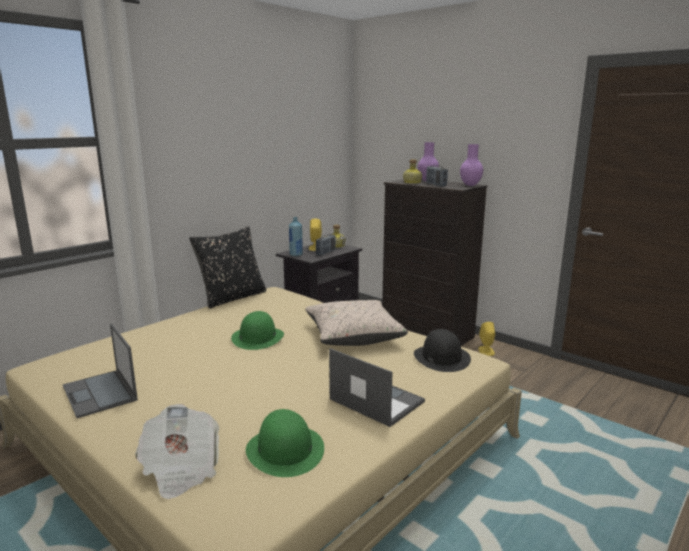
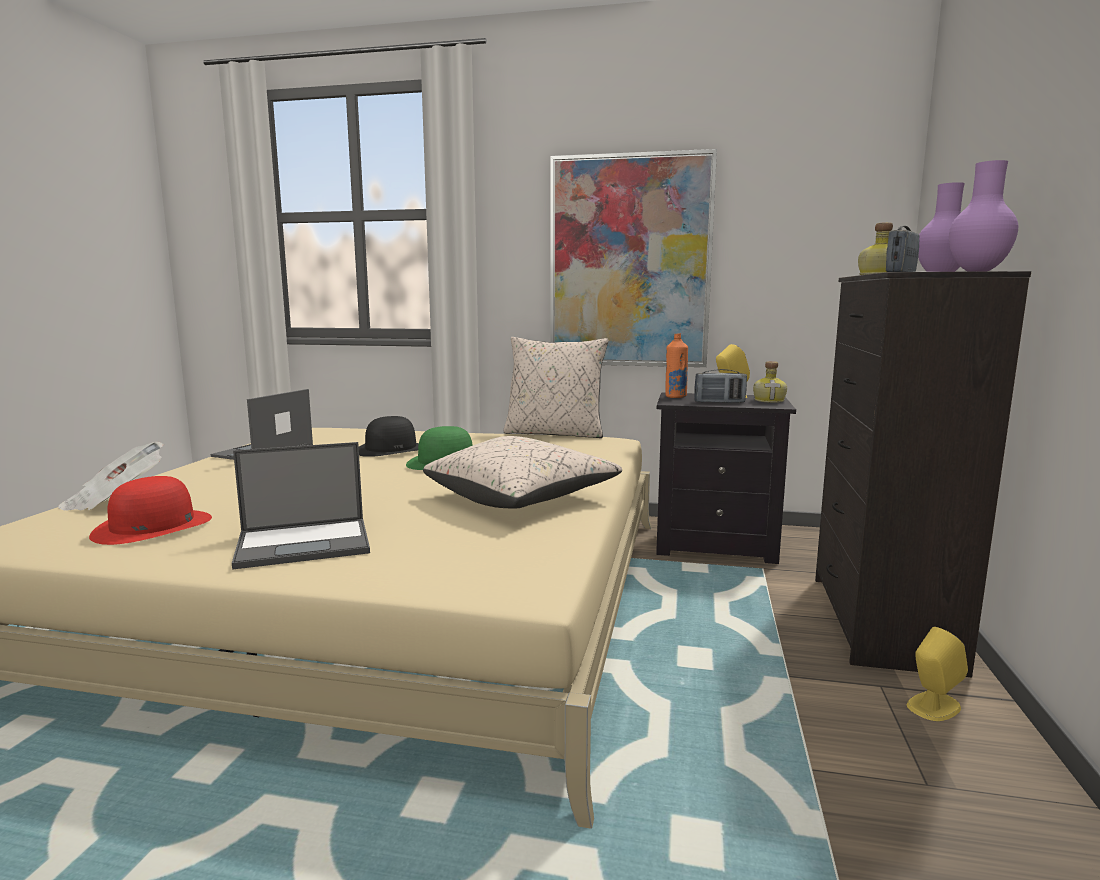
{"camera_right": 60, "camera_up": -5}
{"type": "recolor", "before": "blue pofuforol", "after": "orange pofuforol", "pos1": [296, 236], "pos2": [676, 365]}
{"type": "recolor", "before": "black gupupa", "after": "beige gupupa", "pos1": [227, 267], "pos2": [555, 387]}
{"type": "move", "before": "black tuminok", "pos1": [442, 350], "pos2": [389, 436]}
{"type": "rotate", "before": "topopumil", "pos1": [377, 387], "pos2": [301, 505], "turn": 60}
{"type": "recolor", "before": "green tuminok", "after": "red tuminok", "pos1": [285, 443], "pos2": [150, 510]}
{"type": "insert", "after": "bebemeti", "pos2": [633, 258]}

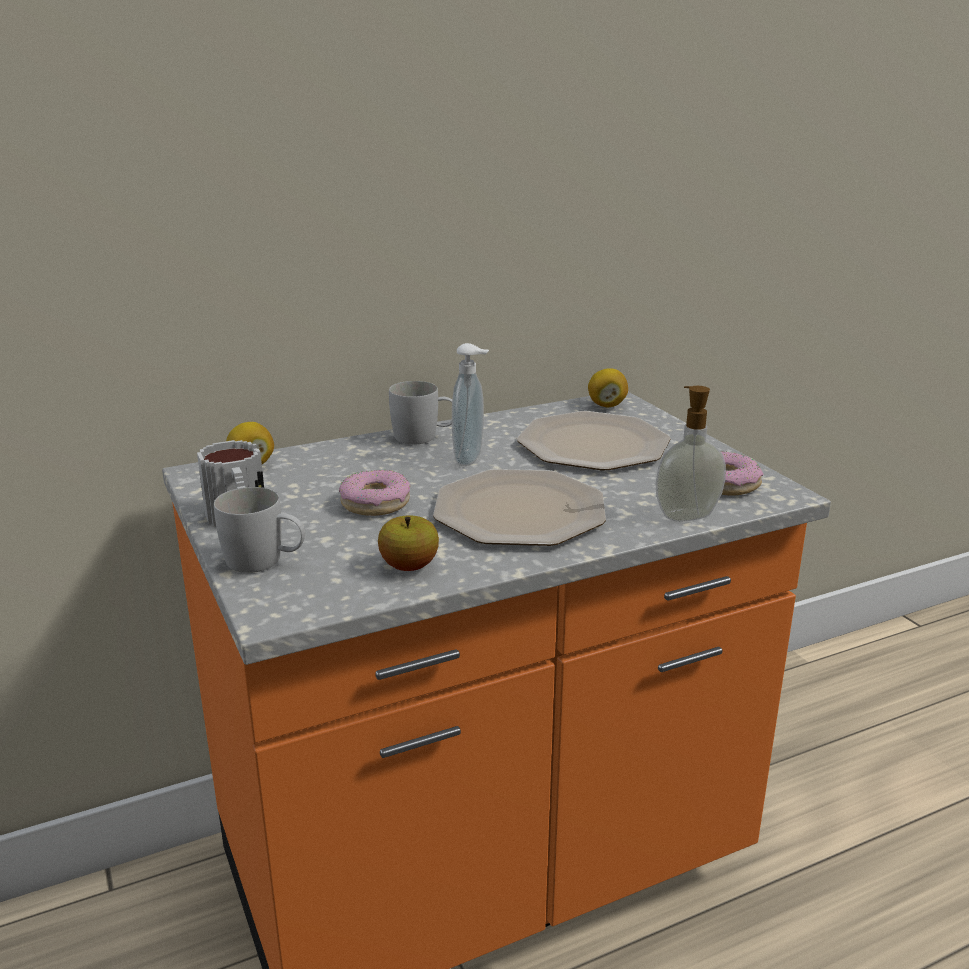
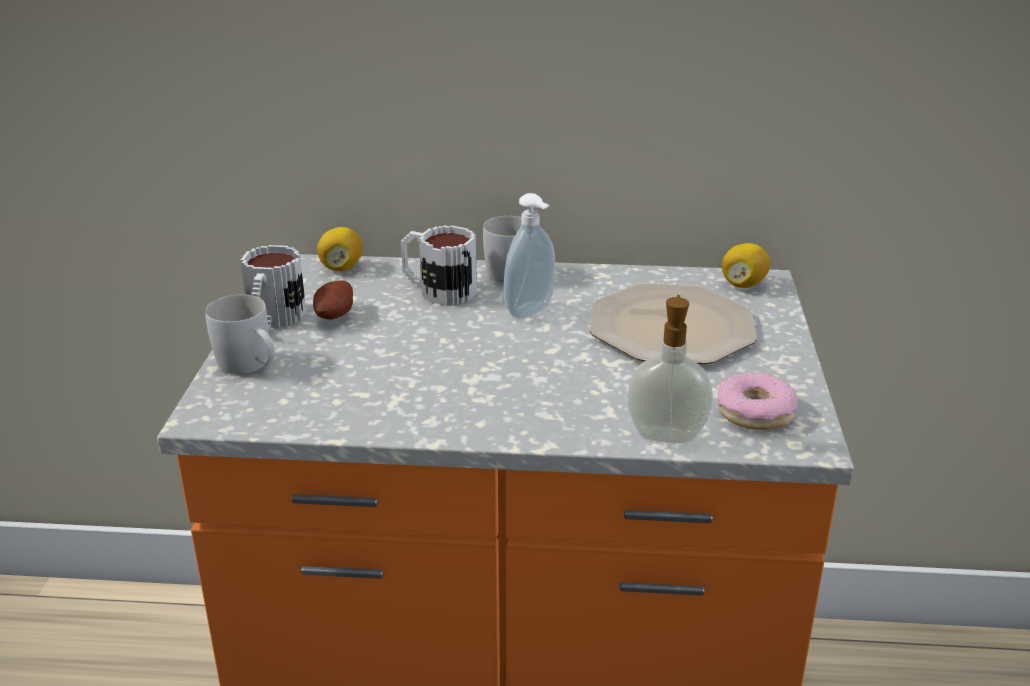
{"camera_right": 30, "camera_up": 5}
{"type": "delete", "before": "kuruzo", "pos1": [519, 507]}
{"type": "delete", "before": "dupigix", "pos1": [374, 493]}
{"type": "delete", "before": "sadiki", "pos1": [408, 543]}
{"type": "insert", "after": "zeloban", "pos2": [439, 265]}
{"type": "insert", "after": "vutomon", "pos2": [333, 299]}

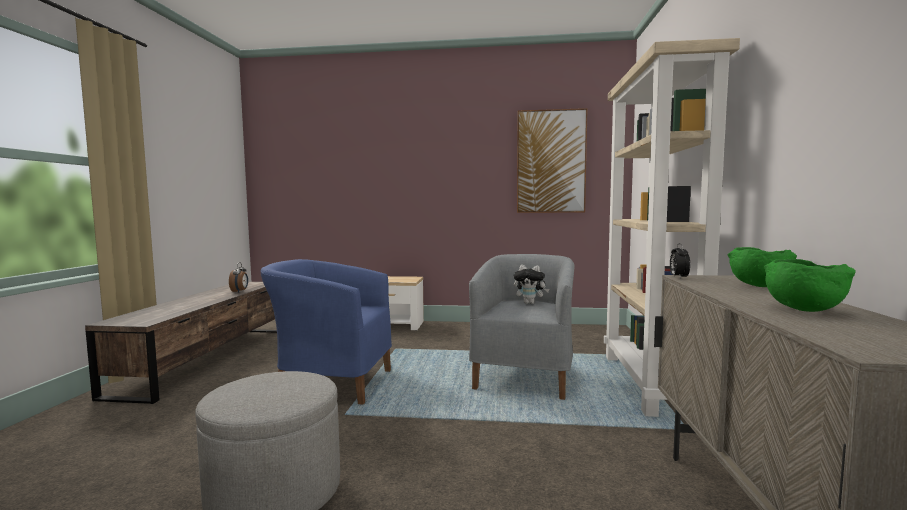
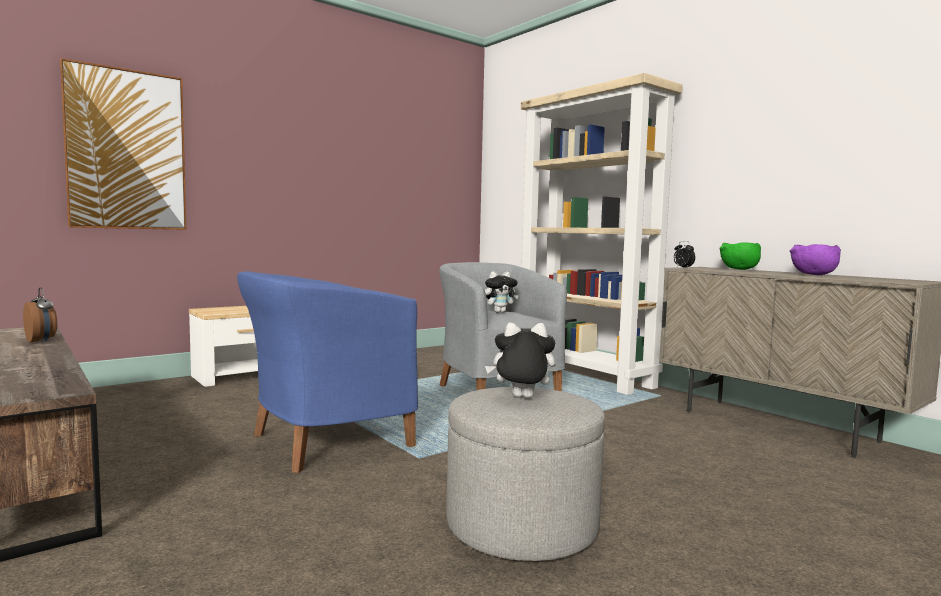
{"camera_right": -45, "camera_up": 0}
{"type": "move", "before": "bebemeti", "pos1": [552, 160], "pos2": [123, 144]}
{"type": "recolor", "before": "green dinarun", "after": "purple dinarun", "pos1": [810, 285], "pos2": [815, 259]}
{"type": "insert", "after": "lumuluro", "pos2": [520, 360]}

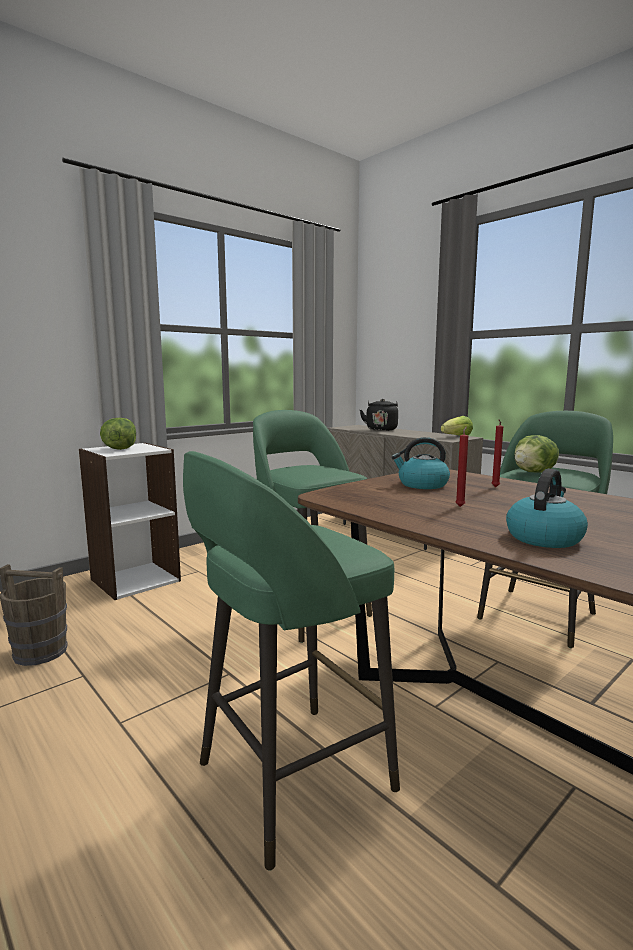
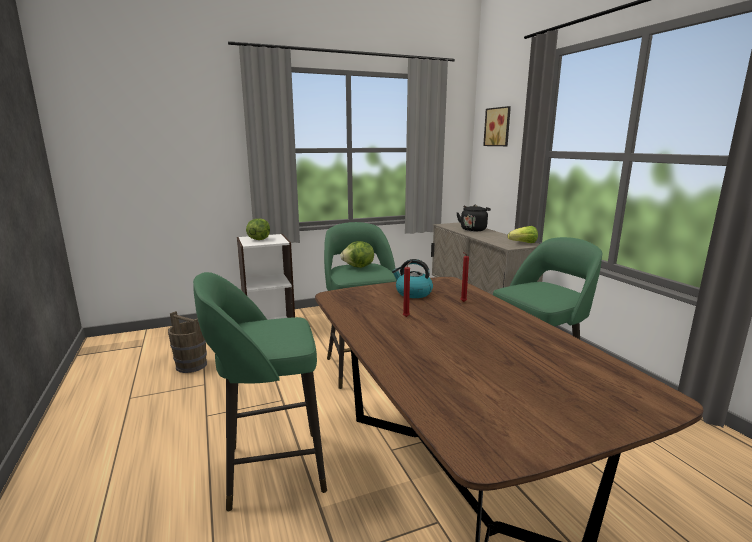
{"camera_right": 20, "camera_up": 5}
{"type": "move", "before": "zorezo", "pos1": [536, 454], "pos2": [357, 254]}
{"type": "delete", "before": "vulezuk", "pos1": [547, 508]}
{"type": "insert", "after": "bebemeti", "pos2": [497, 126]}

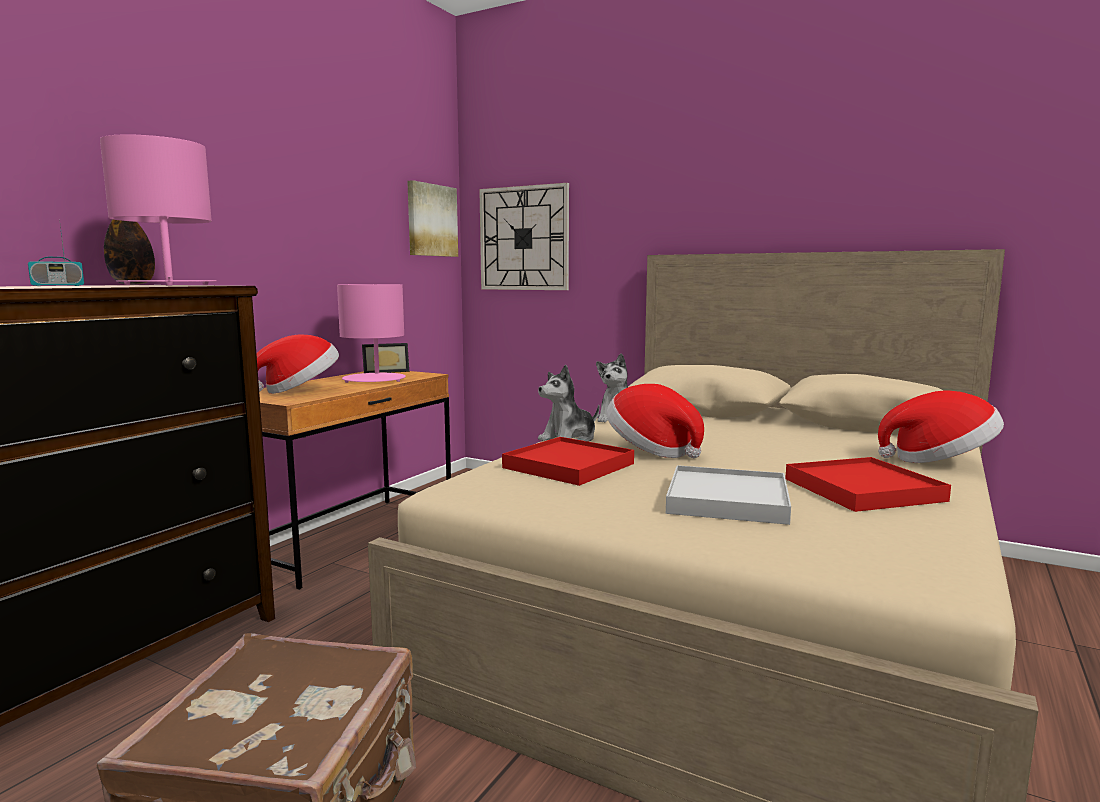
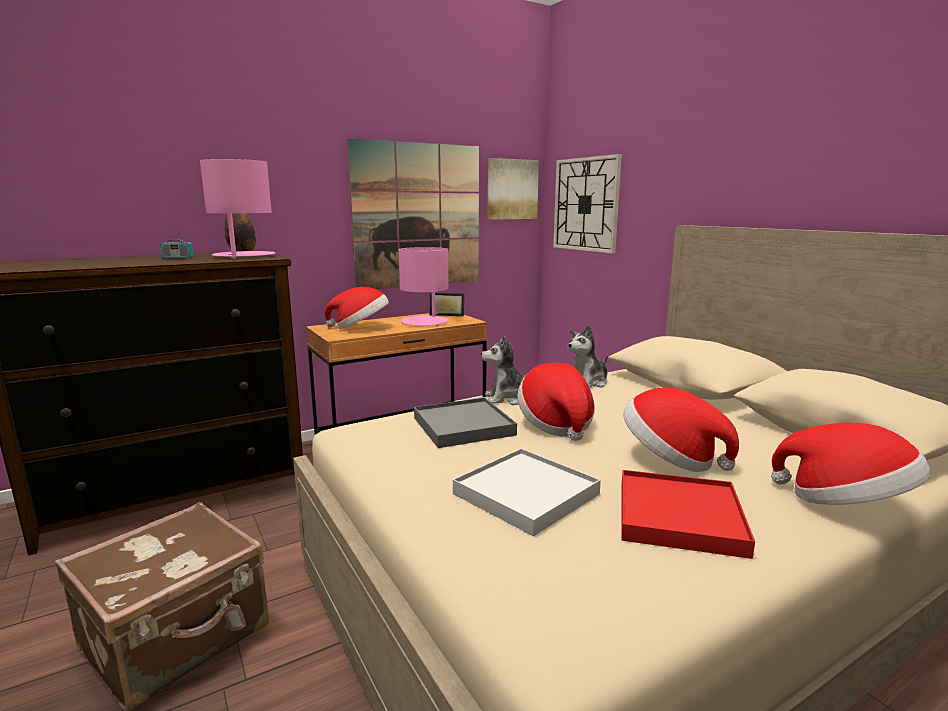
{"camera_right": 30, "camera_up": 5}
{"type": "recolor", "before": "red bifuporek", "after": "grey bifuporek", "pos1": [568, 461], "pos2": [465, 423]}
{"type": "insert", "after": "bebemeti", "pos2": [413, 213]}
{"type": "insert", "after": "tuminok", "pos2": [681, 429]}

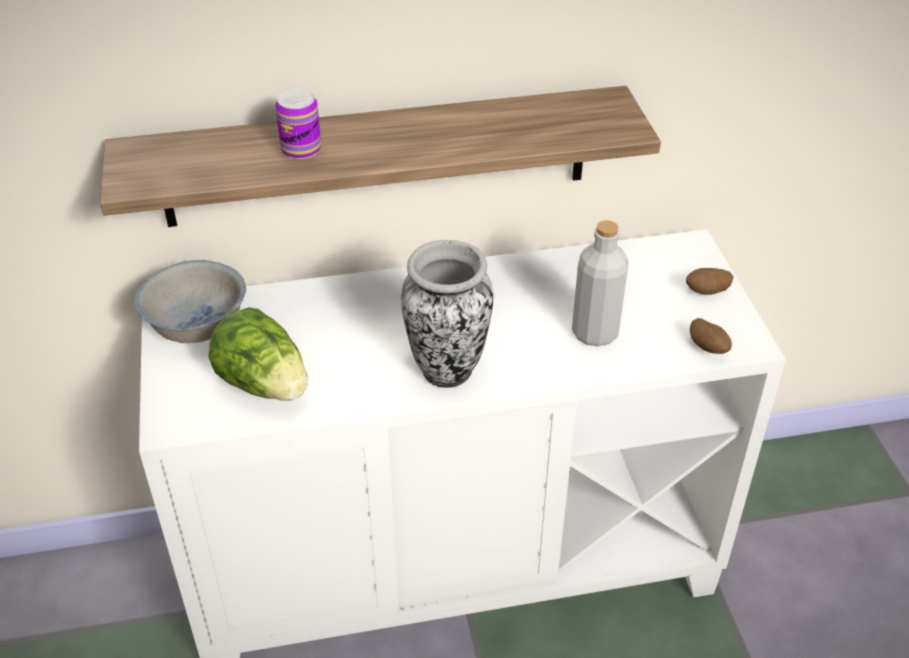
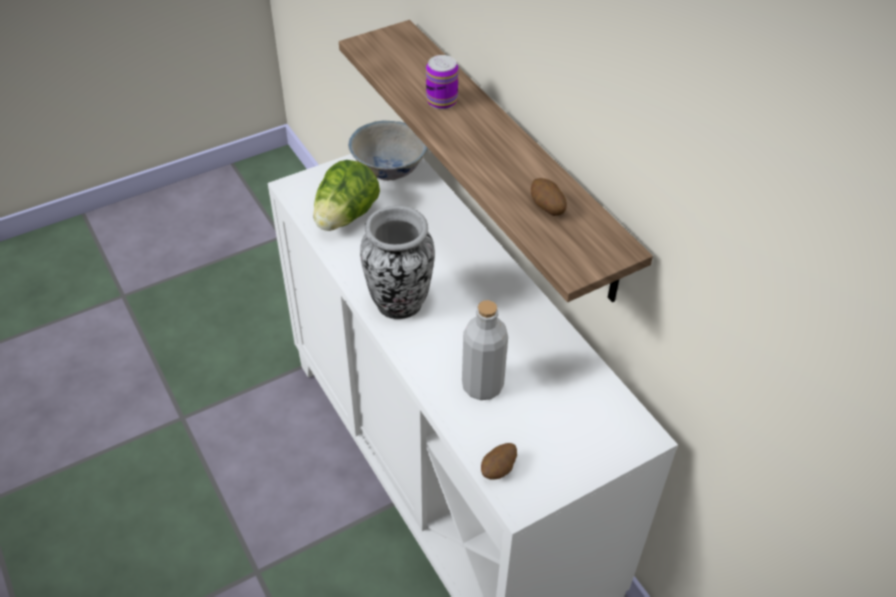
{"camera_right": 70, "camera_up": 5}
{"type": "move", "before": "vutomon", "pos1": [709, 281], "pos2": [549, 197]}

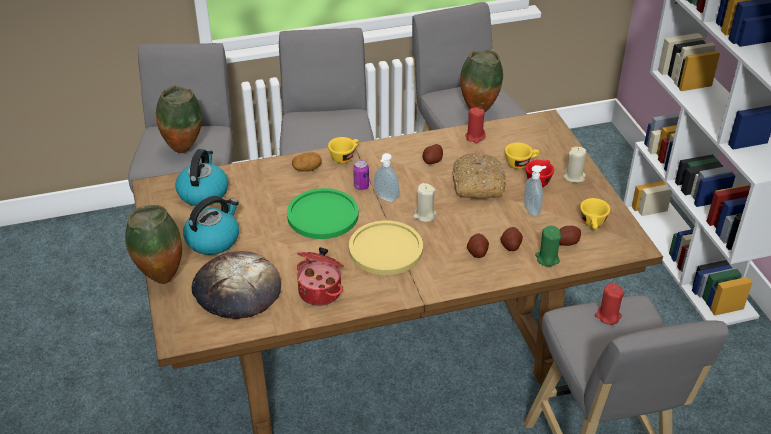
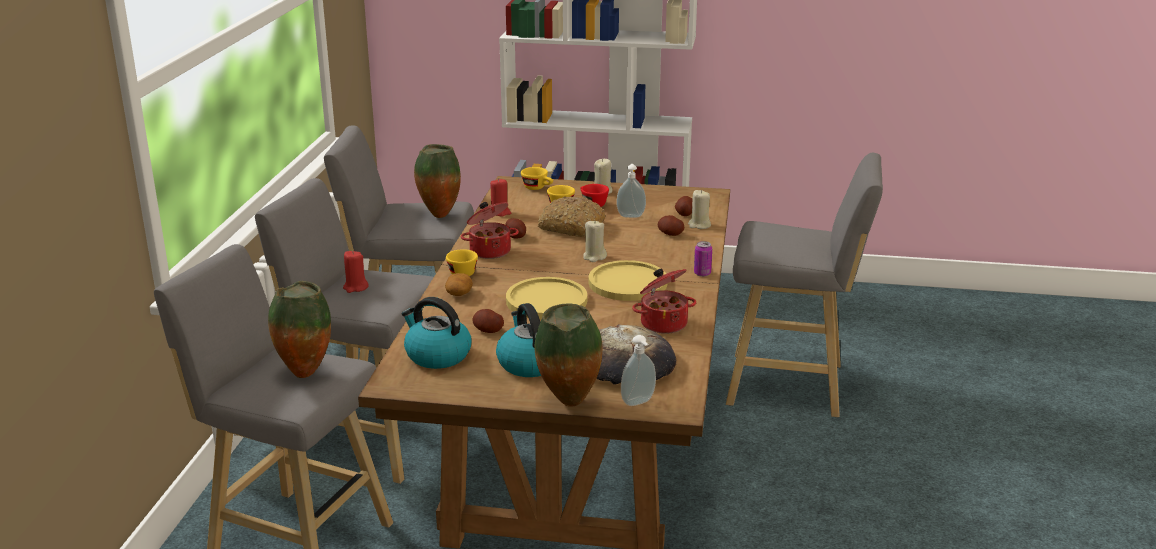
{"camera_right": -65, "camera_up": -15}
{"type": "move", "before": "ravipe", "pos1": [386, 177], "pos2": [638, 370]}
{"type": "move", "before": "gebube", "pos1": [361, 175], "pos2": [703, 259]}
{"type": "recolor", "before": "green kuruzo", "after": "yellow kuruzo", "pos1": [323, 213], "pos2": [546, 298]}
{"type": "move", "before": "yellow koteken", "pos1": [595, 214], "pos2": [537, 178]}
{"type": "recolor", "before": "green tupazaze", "after": "beige tupazaze", "pos1": [548, 246], "pos2": [699, 209]}
{"type": "move", "before": "vutomon", "pos1": [478, 245], "pos2": [488, 321]}
{"type": "move", "before": "red tupazaze", "pos1": [609, 304], "pos2": [356, 272]}
{"type": "insert", "after": "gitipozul", "pos2": [489, 230]}

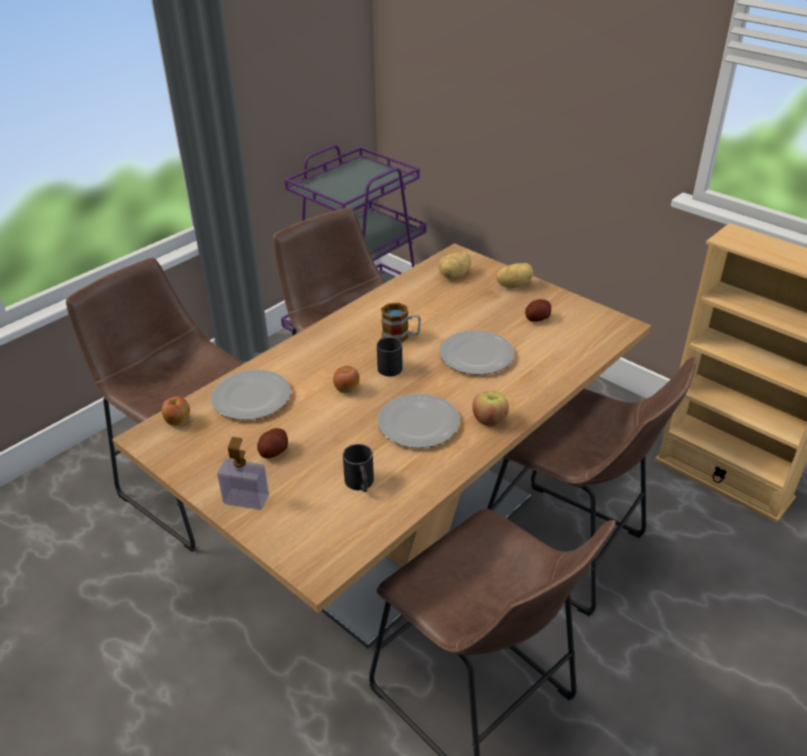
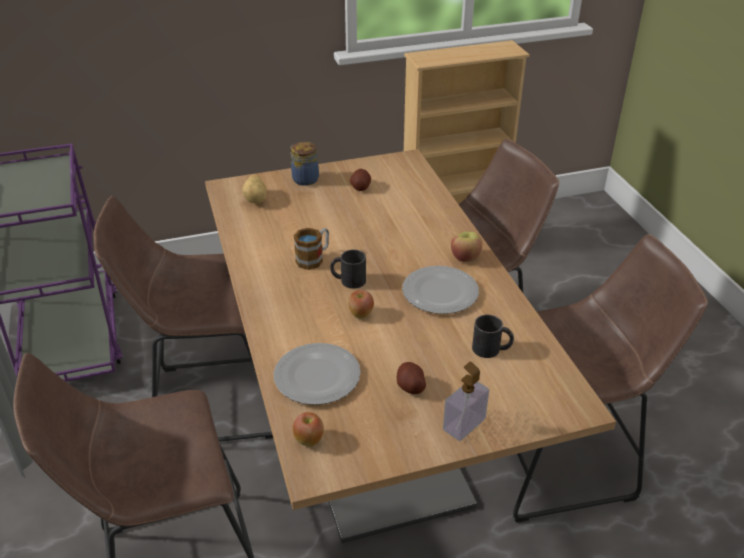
{"camera_right": -60, "camera_up": 0}
{"type": "replace", "before": "vutomon", "after": "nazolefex", "pos1": [515, 275], "pos2": [304, 164]}
{"type": "delete", "before": "kuruzo", "pos1": [477, 352]}

